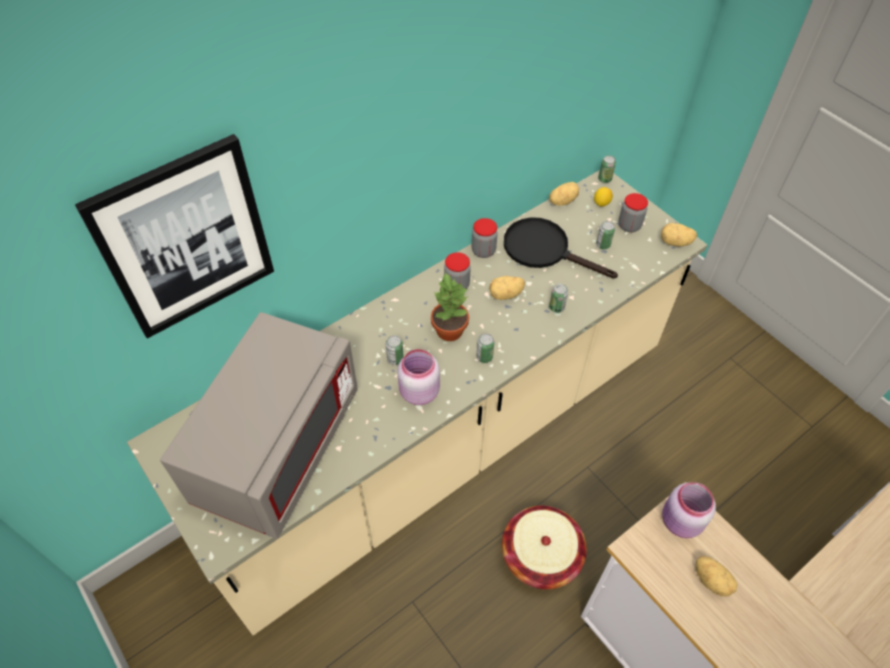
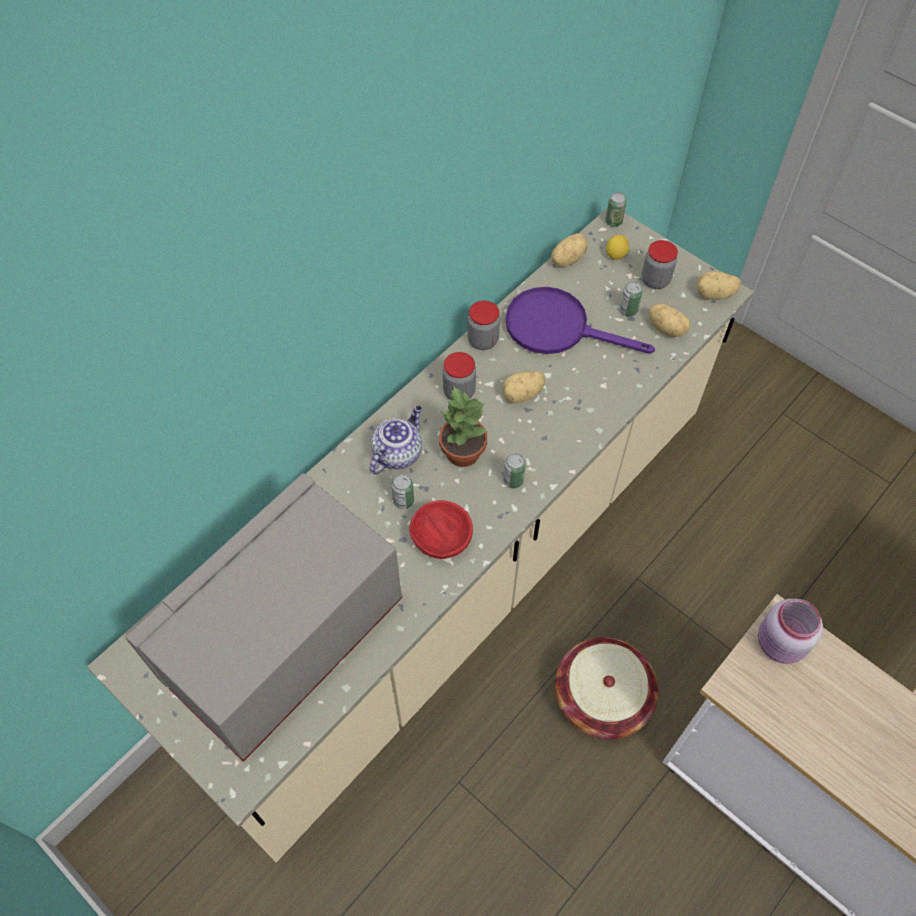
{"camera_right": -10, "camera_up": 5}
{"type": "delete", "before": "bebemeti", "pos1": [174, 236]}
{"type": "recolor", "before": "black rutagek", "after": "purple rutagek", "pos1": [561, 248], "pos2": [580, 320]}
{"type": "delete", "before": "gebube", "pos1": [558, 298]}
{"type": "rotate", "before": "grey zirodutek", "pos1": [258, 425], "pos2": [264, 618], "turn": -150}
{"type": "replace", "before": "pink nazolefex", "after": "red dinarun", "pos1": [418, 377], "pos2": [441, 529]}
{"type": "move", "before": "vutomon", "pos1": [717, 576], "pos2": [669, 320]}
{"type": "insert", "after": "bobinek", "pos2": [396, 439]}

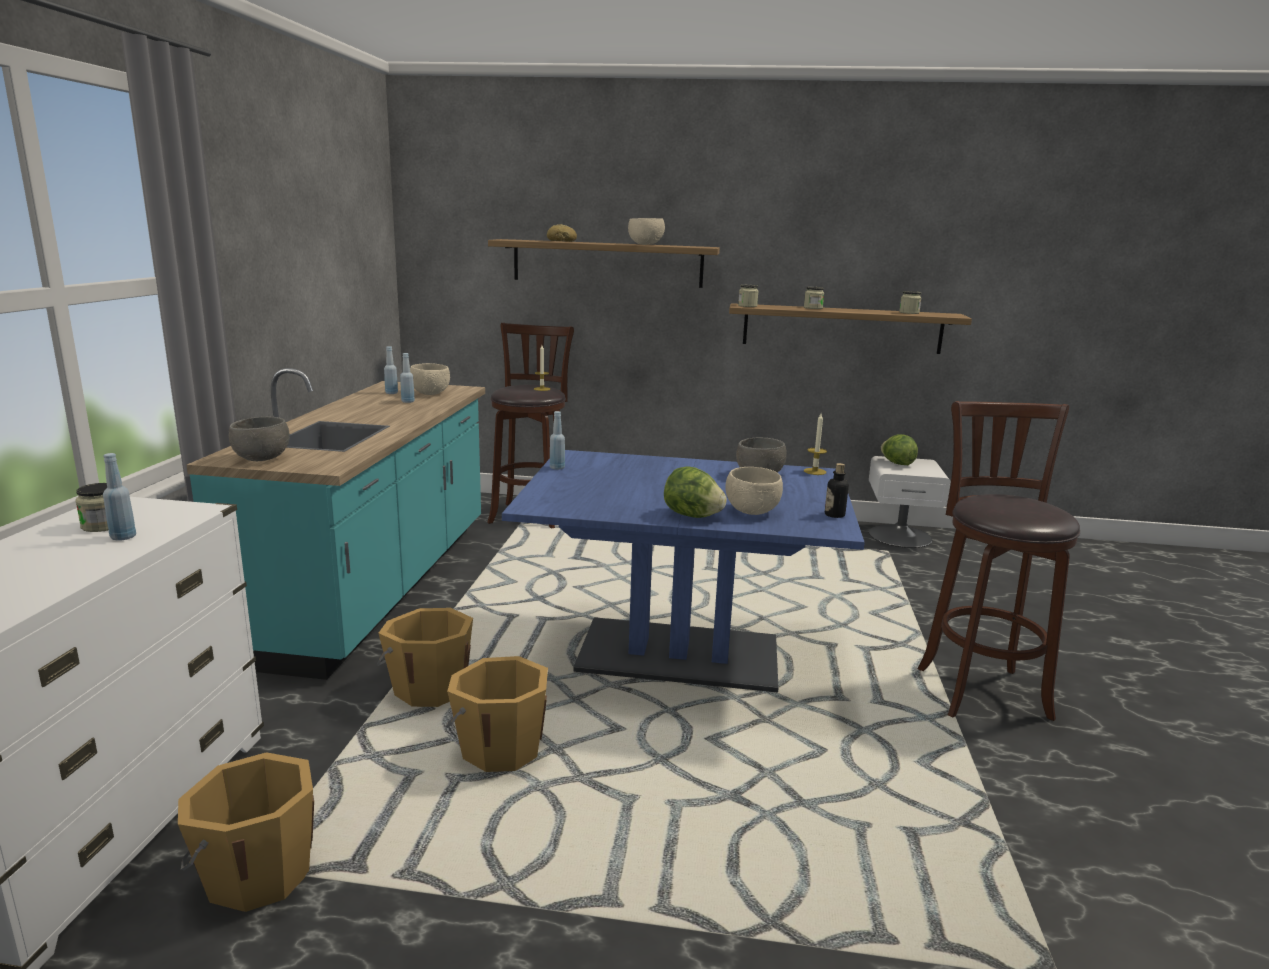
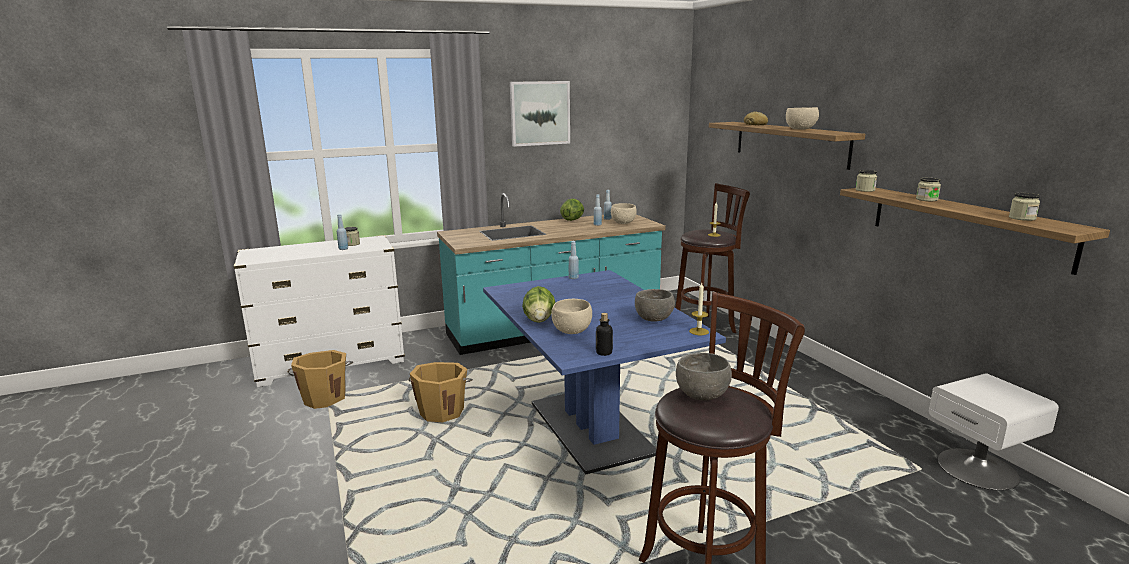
{"camera_right": 60, "camera_up": 0}
{"type": "move", "before": "grey dinarun", "pos1": [259, 439], "pos2": [704, 376]}
{"type": "move", "before": "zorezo", "pos1": [899, 449], "pos2": [572, 210]}
{"type": "delete", "before": "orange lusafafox", "pos1": [424, 657]}
{"type": "insert", "after": "bebemeti", "pos2": [540, 114]}

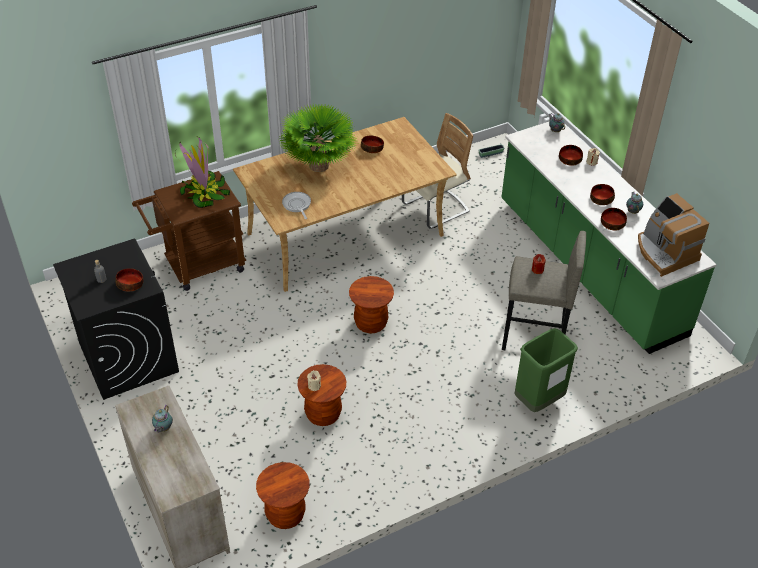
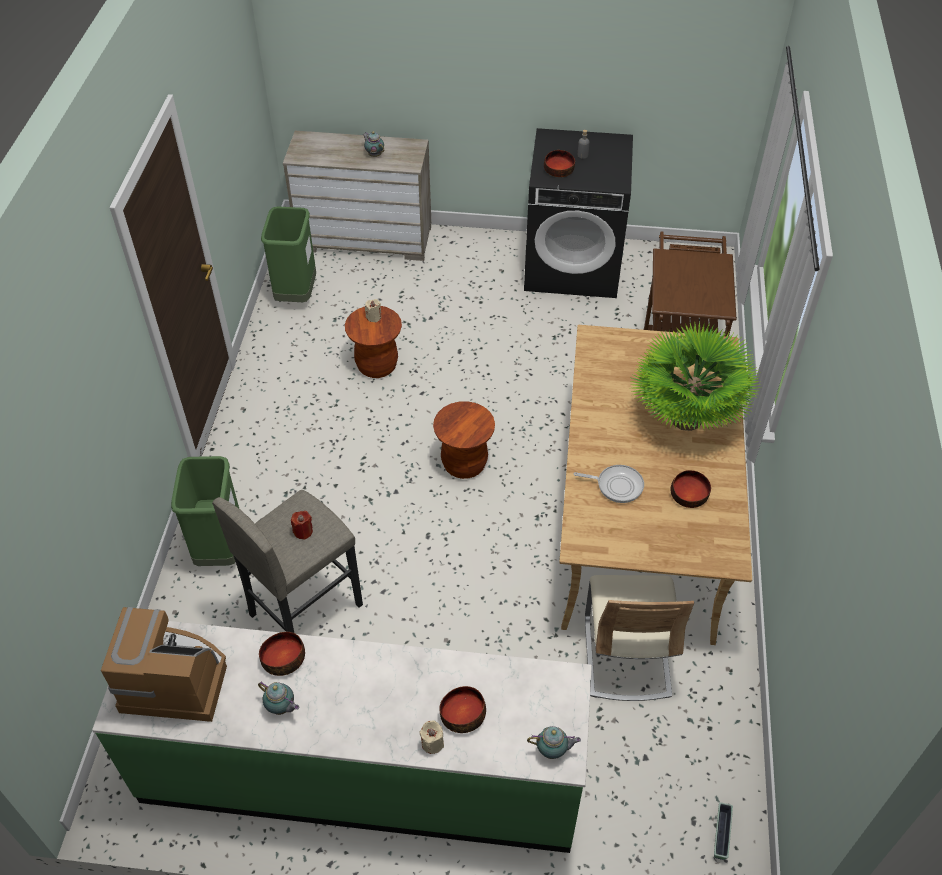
{"camera_right": 125, "camera_up": 5}
{"type": "delete", "before": "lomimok", "pos1": [202, 172]}
{"type": "delete", "before": "dinarun", "pos1": [602, 194]}
{"type": "move", "before": "rutagek", "pos1": [296, 205], "pos2": [609, 484]}
{"type": "replace", "before": "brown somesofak", "after": "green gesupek", "pos1": [283, 495], "pos2": [288, 254]}

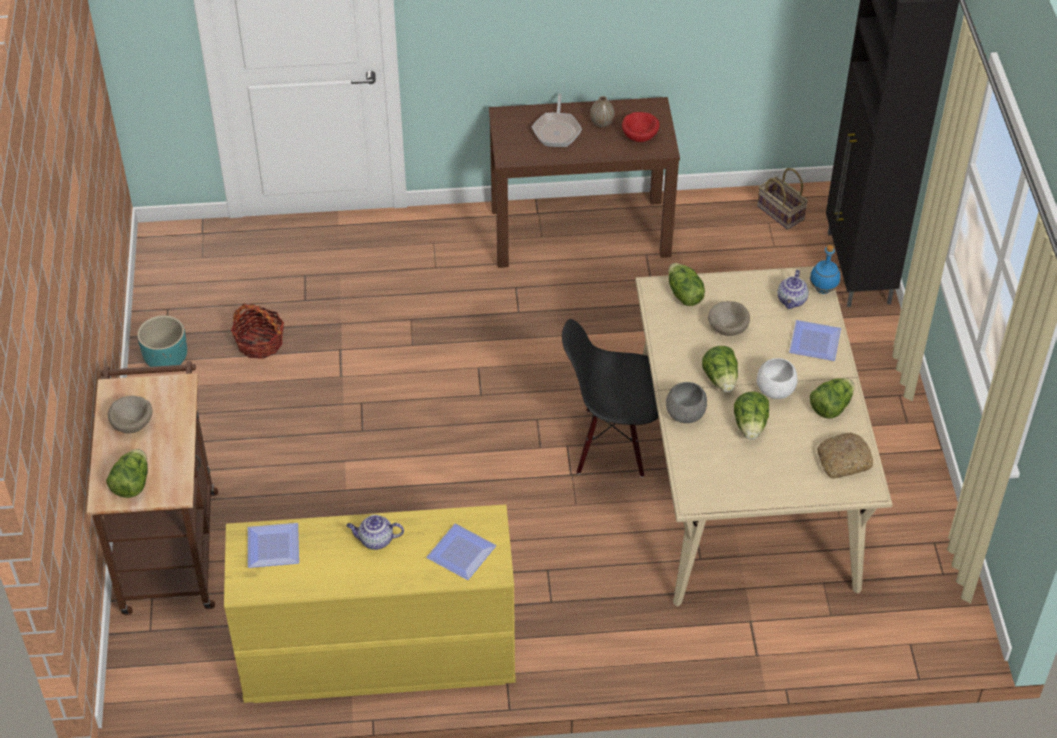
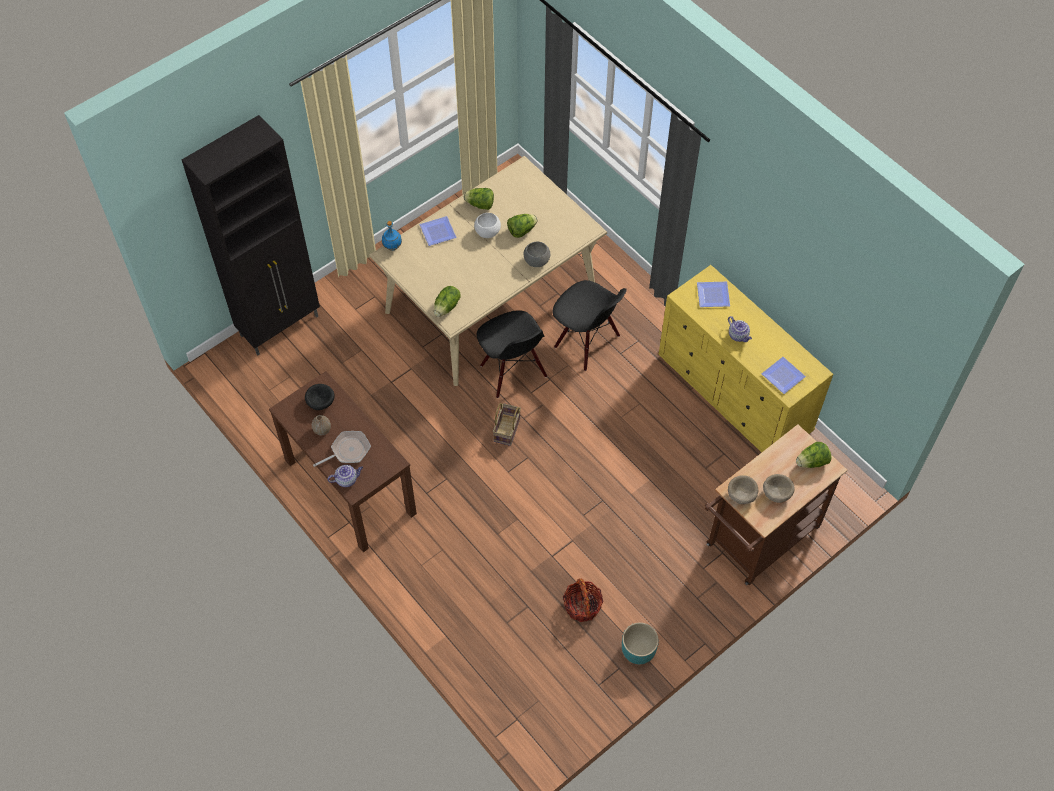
{"camera_right": -125, "camera_up": 10}
{"type": "recolor", "before": "red dinarun", "after": "black dinarun", "pos1": [641, 127], "pos2": [320, 397]}
{"type": "move", "before": "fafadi", "pos1": [782, 199], "pos2": [507, 424]}
{"type": "move", "before": "bobinek", "pos1": [793, 289], "pos2": [345, 476]}
{"type": "move", "before": "beige dinarun", "pos1": [729, 318], "pos2": [743, 489]}
{"type": "delete", "before": "zorezo", "pos1": [720, 369]}
{"type": "delete", "before": "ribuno", "pos1": [845, 455]}
{"type": "insert", "after": "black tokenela", "pos2": [590, 325]}

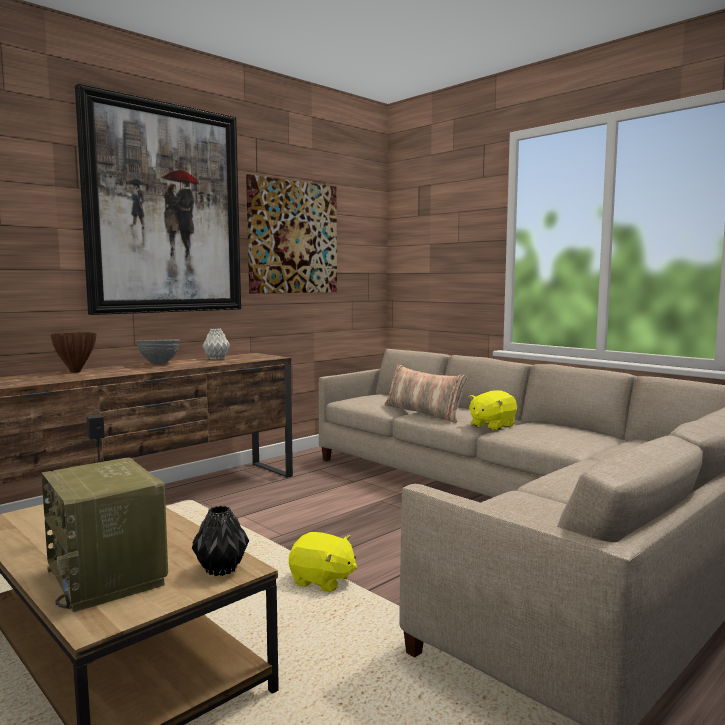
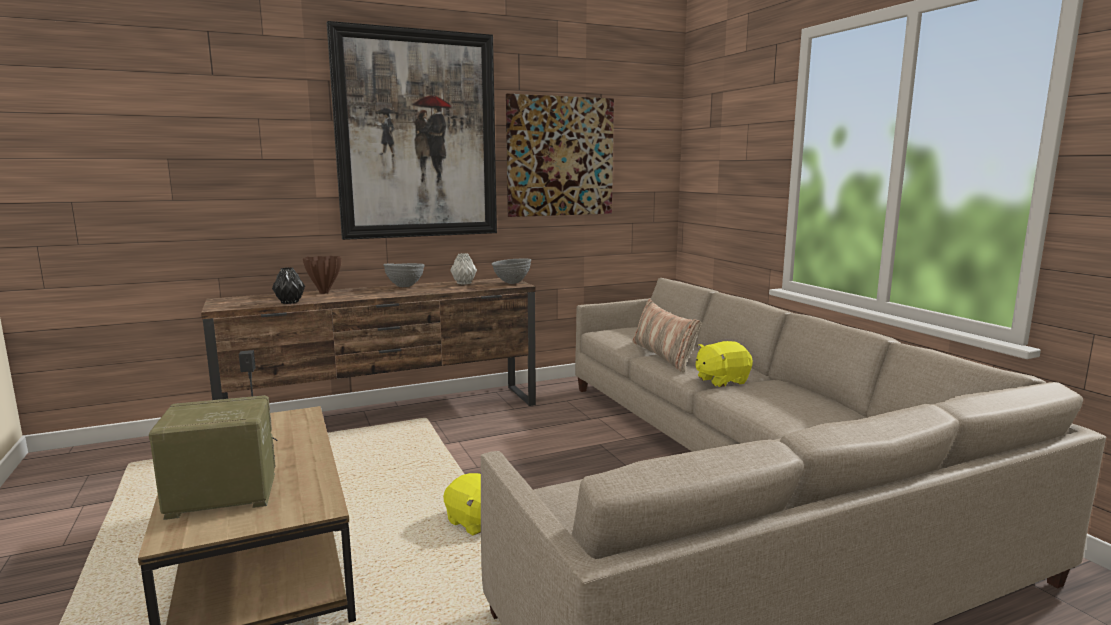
{"camera_right": 20, "camera_up": 5}
{"type": "rotate", "before": "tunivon", "pos1": [104, 535], "pos2": [212, 457], "turn": 90}
{"type": "move", "before": "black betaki", "pos1": [220, 541], "pos2": [288, 285]}
{"type": "insert", "after": "grey dinarun", "pos2": [511, 271]}

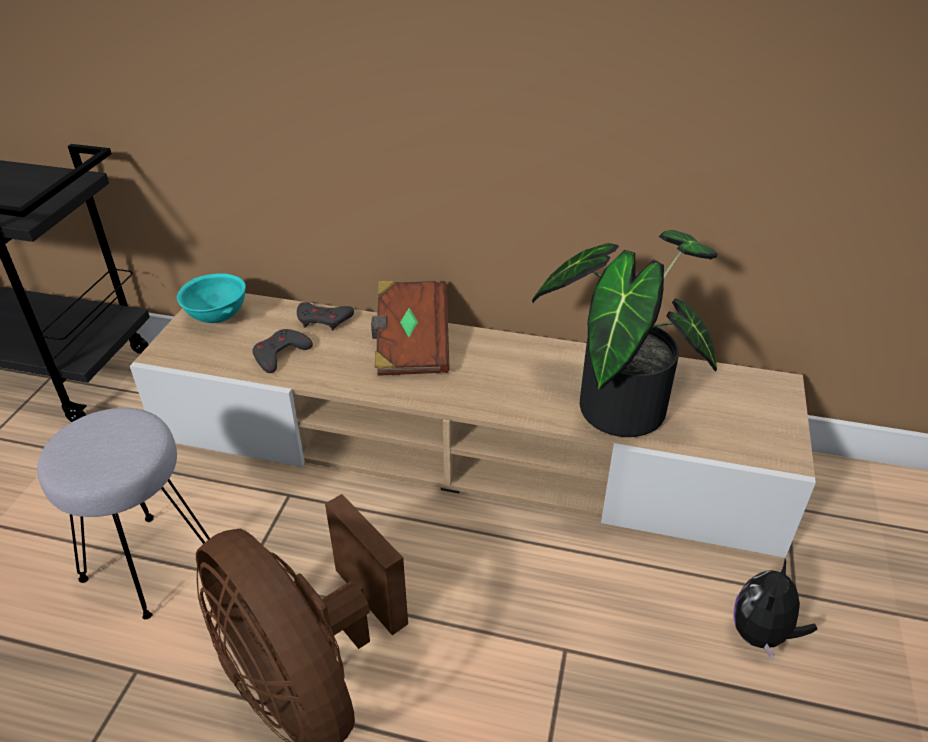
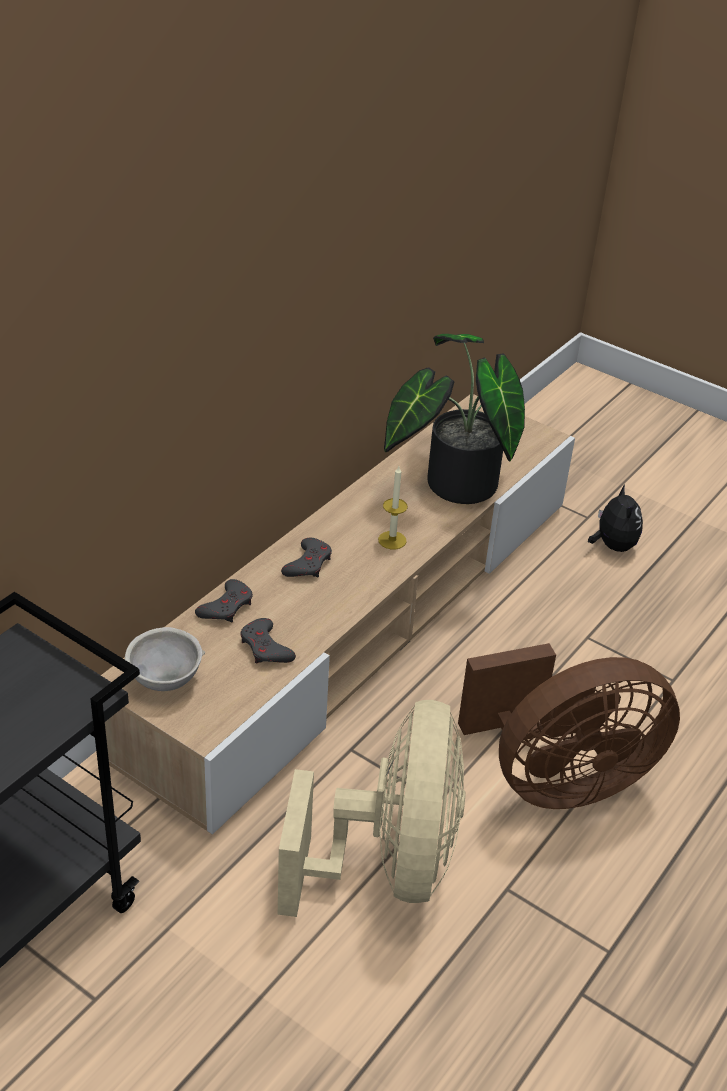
{"camera_right": -70, "camera_up": 0}
{"type": "recolor", "before": "turquoise dinarun", "after": "grey dinarun", "pos1": [211, 298], "pos2": [165, 659]}
{"type": "replace", "before": "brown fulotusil", "after": "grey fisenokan", "pos1": [410, 328], "pos2": [306, 557]}
{"type": "replace", "before": "grey somesofak", "after": "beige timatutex", "pos1": [123, 513], "pos2": [371, 808]}
{"type": "rotate", "before": "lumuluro", "pos1": [775, 610], "pos2": [615, 518], "turn": -150}
{"type": "insert", "after": "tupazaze", "pos2": [393, 507]}

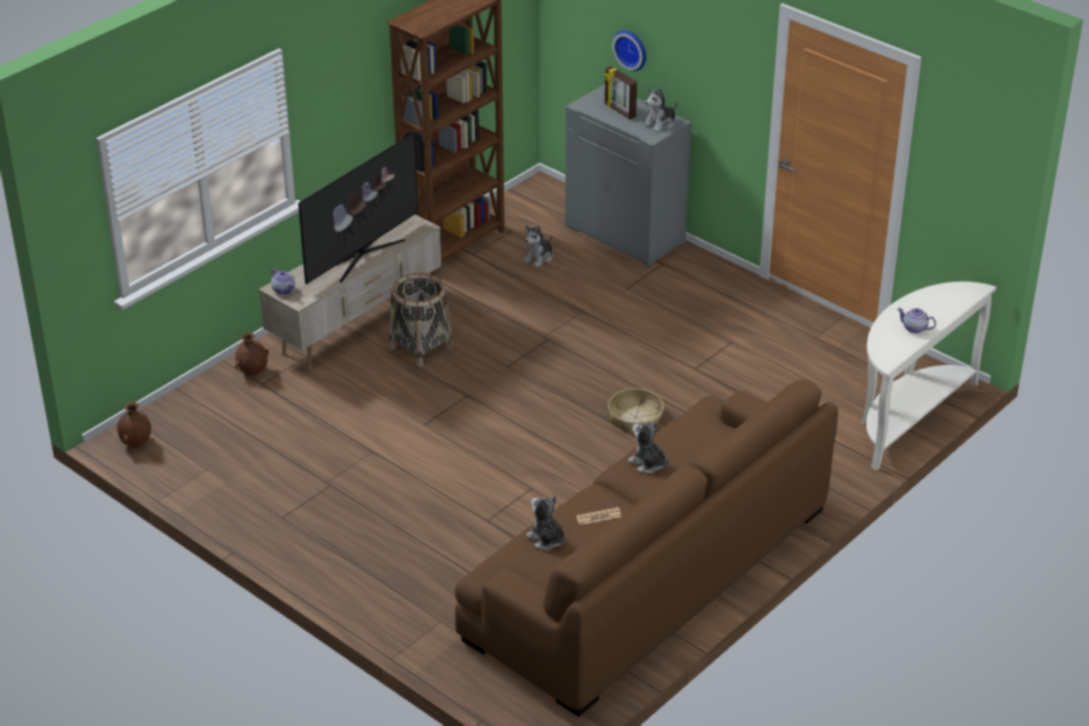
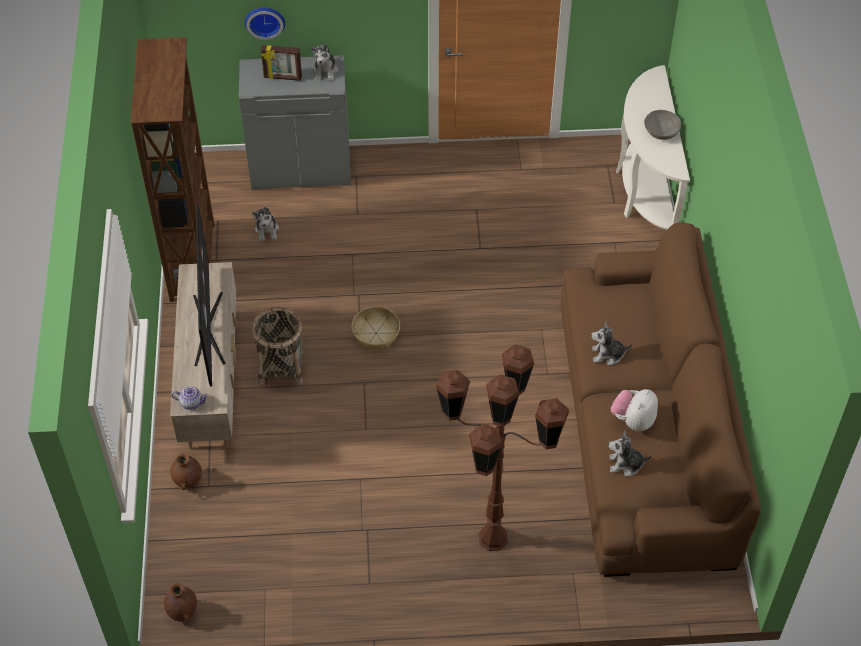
{"camera_right": -45, "camera_up": 15}
{"type": "replace", "before": "bobinek", "after": "grey dinarun", "pos1": [916, 321], "pos2": [662, 125]}
{"type": "move", "before": "fafadi", "pos1": [636, 410], "pos2": [375, 327]}
{"type": "replace", "before": "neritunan", "after": "lumuluro", "pos1": [599, 516], "pos2": [634, 410]}
{"type": "insert", "after": "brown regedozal", "pos2": [502, 447]}

